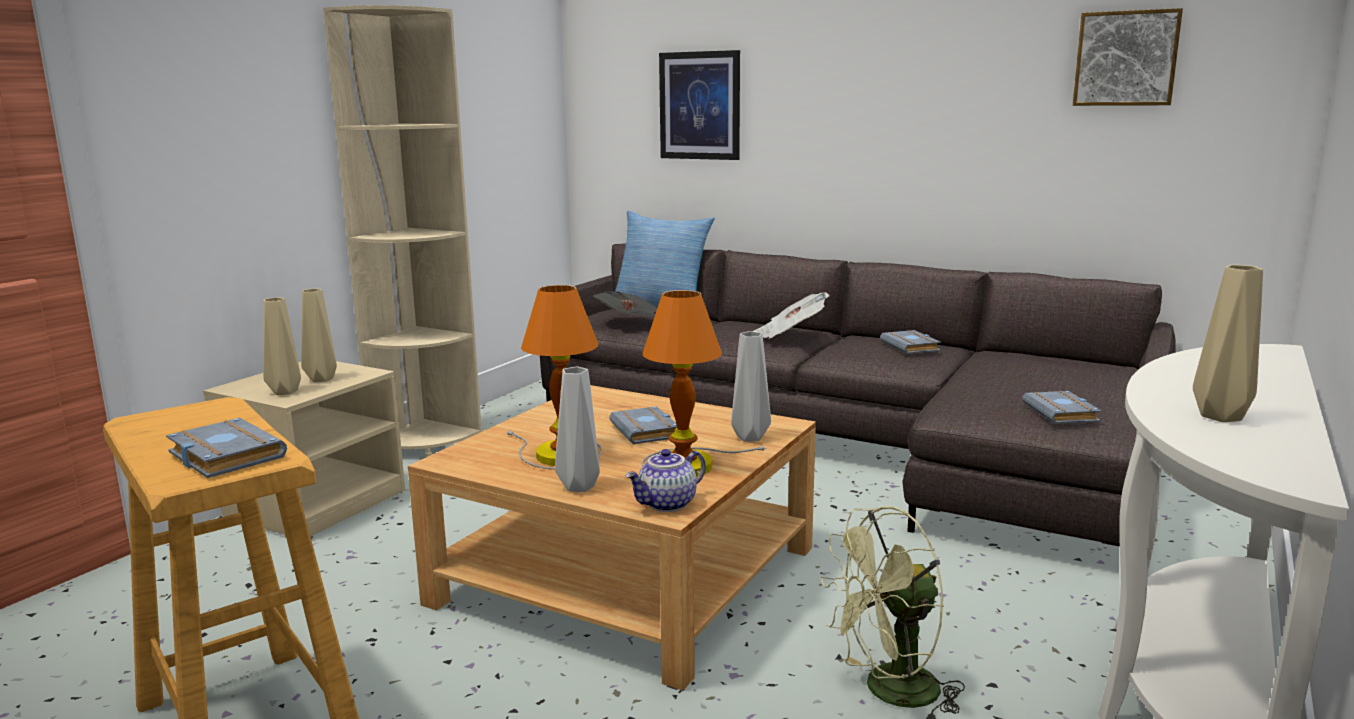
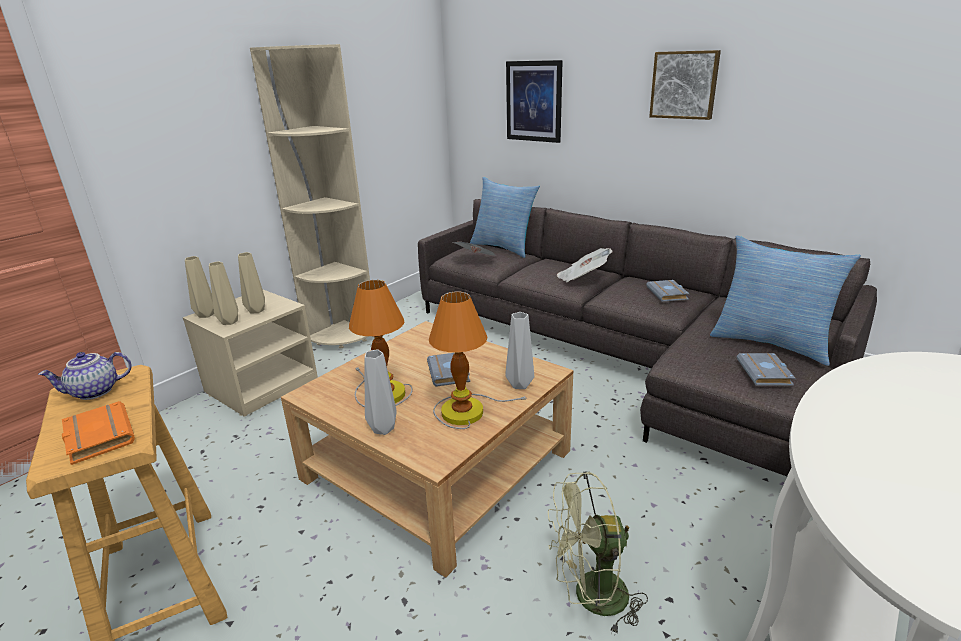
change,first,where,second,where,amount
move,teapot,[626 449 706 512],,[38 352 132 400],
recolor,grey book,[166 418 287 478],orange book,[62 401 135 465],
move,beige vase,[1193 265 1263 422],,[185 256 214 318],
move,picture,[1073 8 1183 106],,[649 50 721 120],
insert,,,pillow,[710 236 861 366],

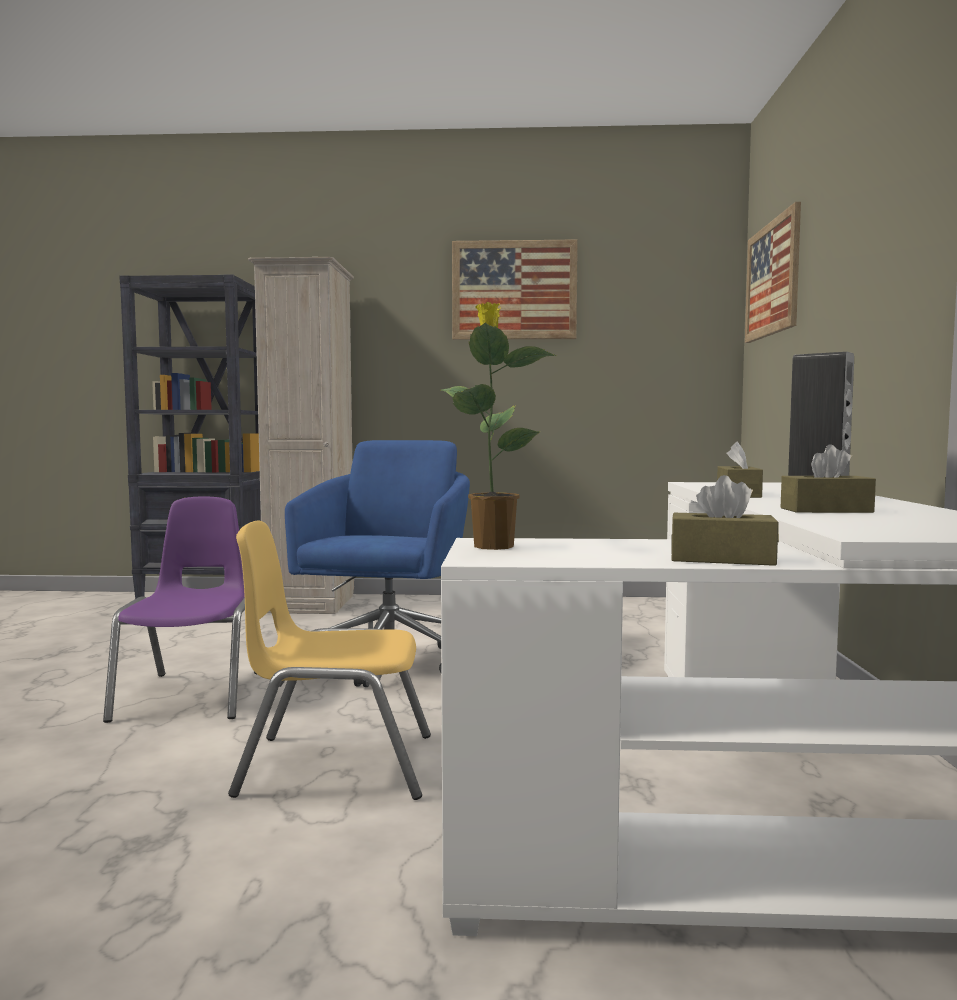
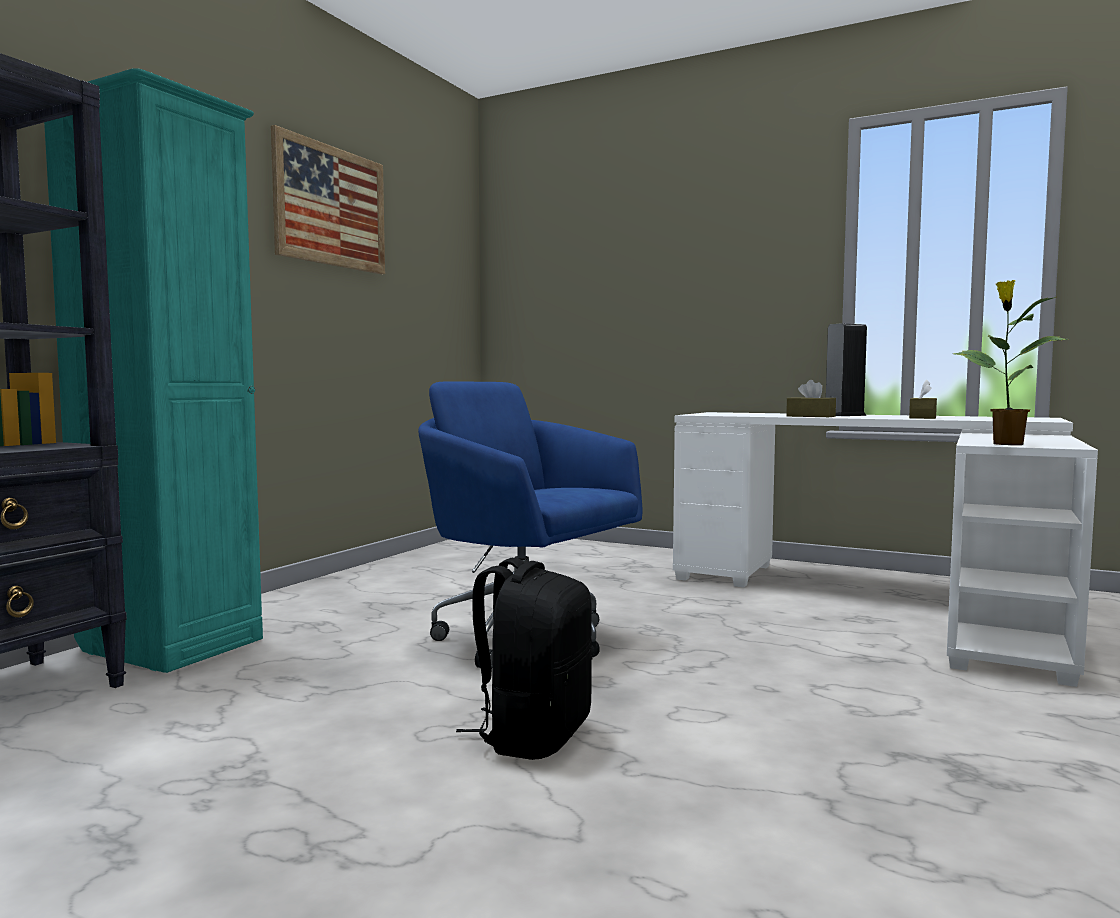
change,first,where,second,where,amount
recolor,beige cabinet,[248 257 354 614],turquoise cabinet,[44 68 263 673],
replace,purple chair,[103 497 256 723],black backpack,[456 558 593 760],
delete,yellow chair,[228 521 431 800],,,
delete,brown tissue box,[671 475 779 566],,,
delete,picture,[745 202 801 343],,,

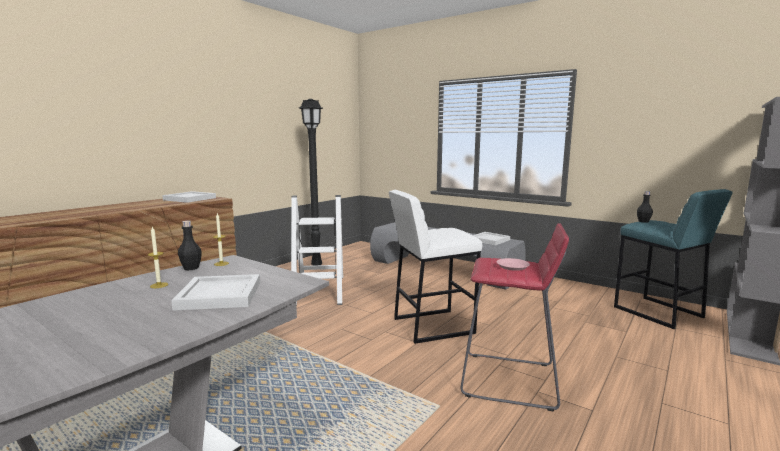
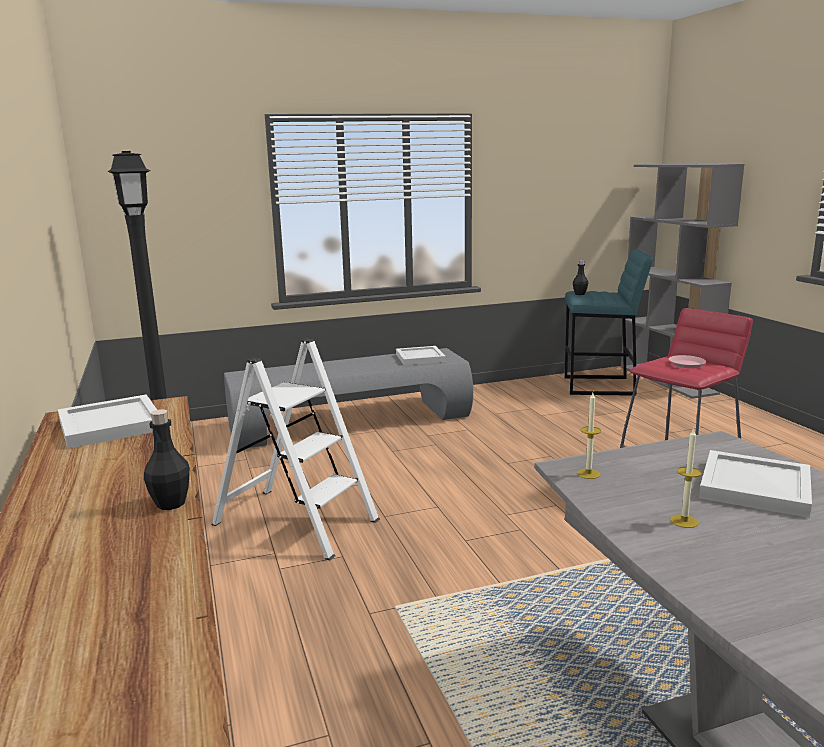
change,first,where,second,where,amount
move,black bottle,[178 221 202 270],,[144 410 190 510],
delete,white stool,[389 190 482 344],,,

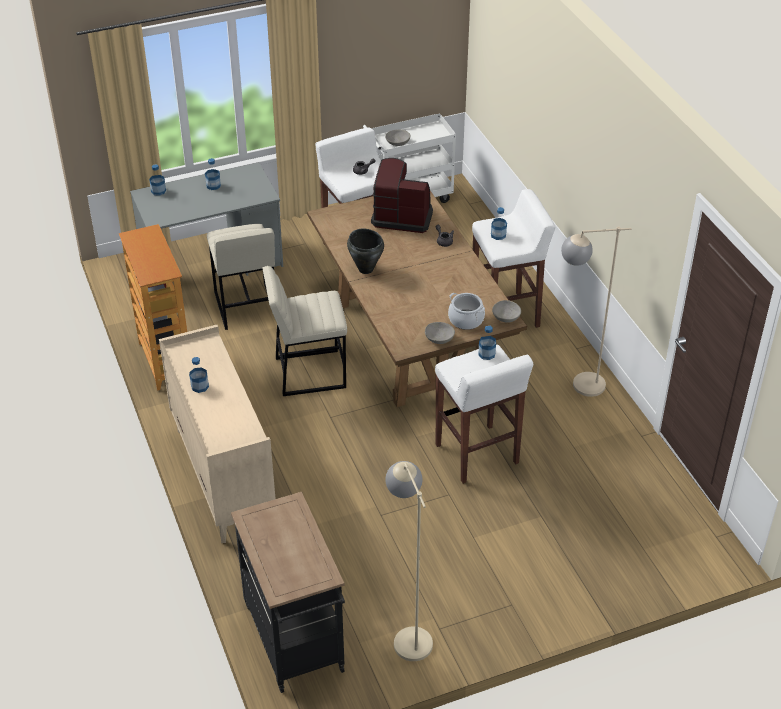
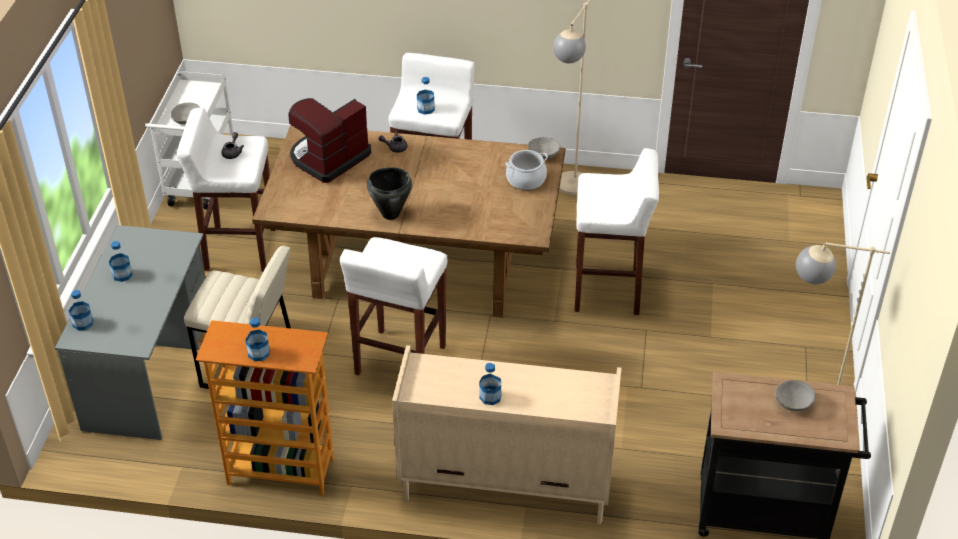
change,first,where,second,where,amount
move,bottle,[478 326 496 360],,[245 318 270 361],
replace,beige chair,[262 266 347 396],white stool,[340 237 447 375],
move,grey bowl,[425 322 455 344],,[775 380 816 411],

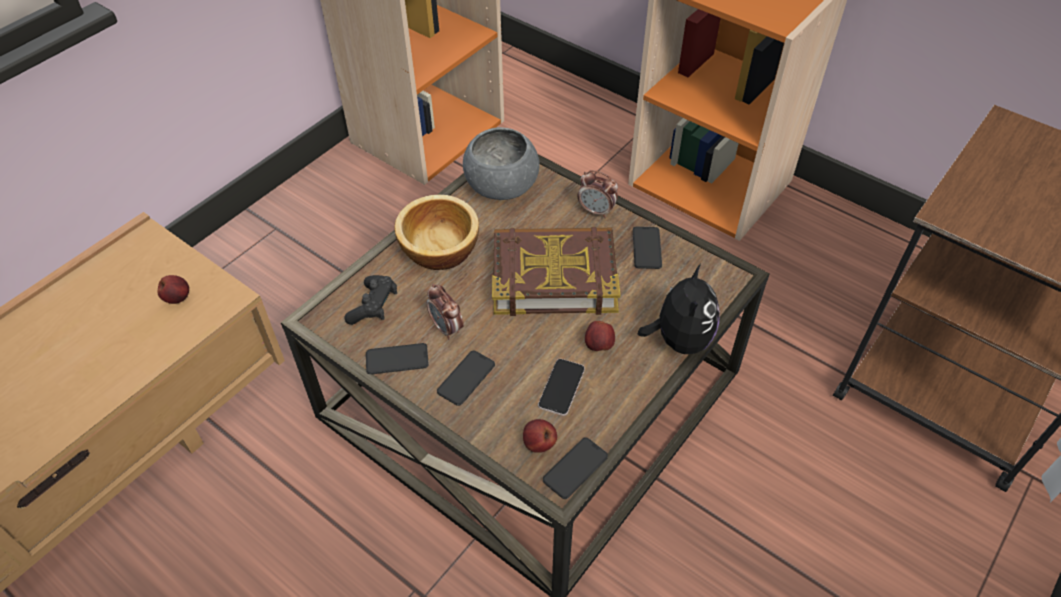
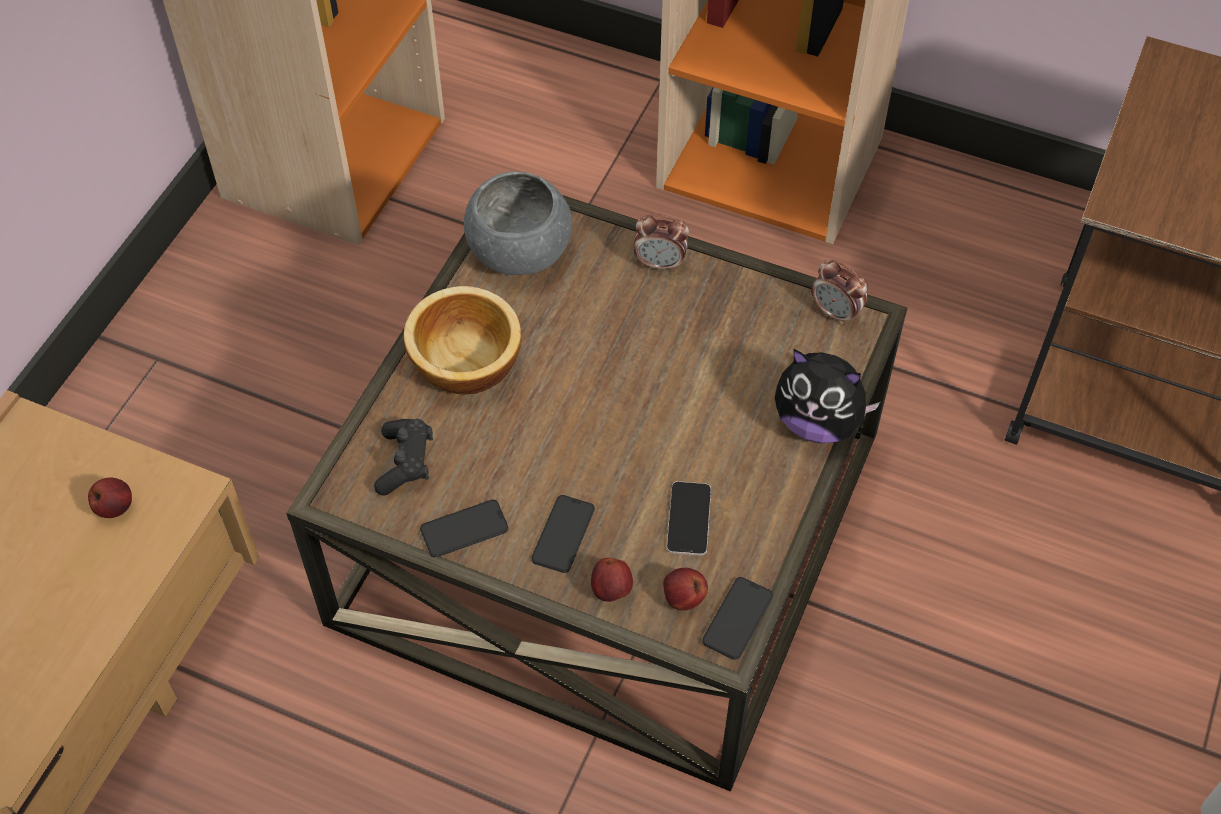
change,first,where,second,where,amount
move,apple,[585 321 615 351],,[591 558 633 602],
rotate,plush toy,[638 263 720 354],,[775 349 880 443],120 degrees clockwise
move,alarm clock,[426 284 464 339],,[811 260 868 326],
delete,book,[492 227 620 316],,,
delete,phone,[633 227 662 269],,,

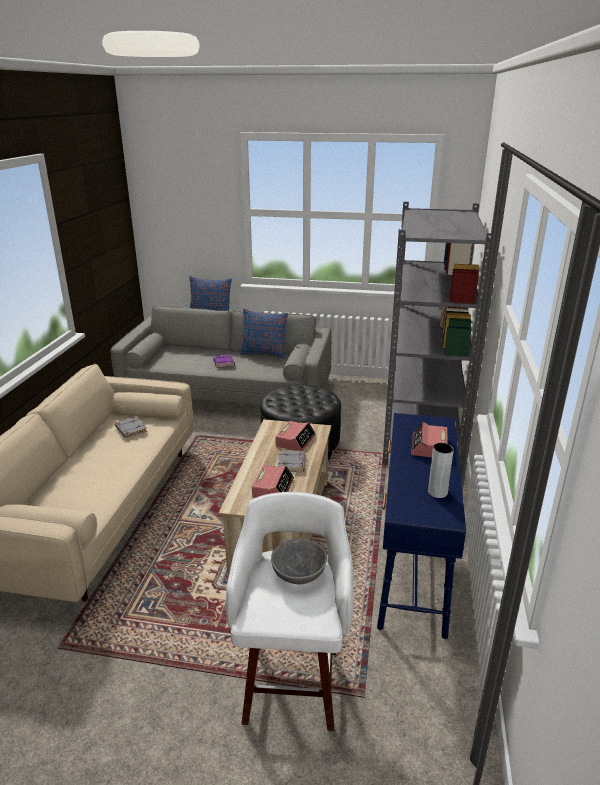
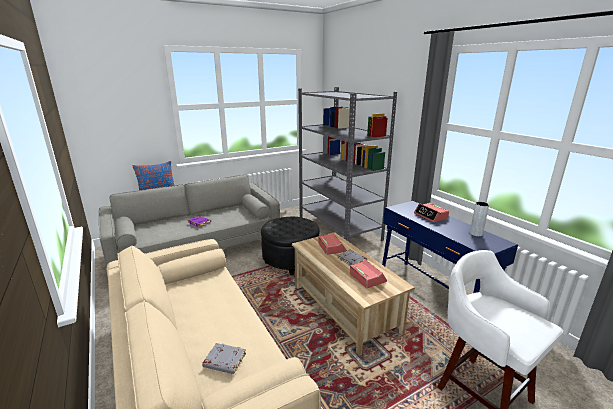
change,first,where,second,where,amount
move,grey book,[115 417 147 438],,[202 343 246 374],
delete,blue pillow,[240 309 288 359],,,
delete,grey bowl,[271 538 327 584],,,

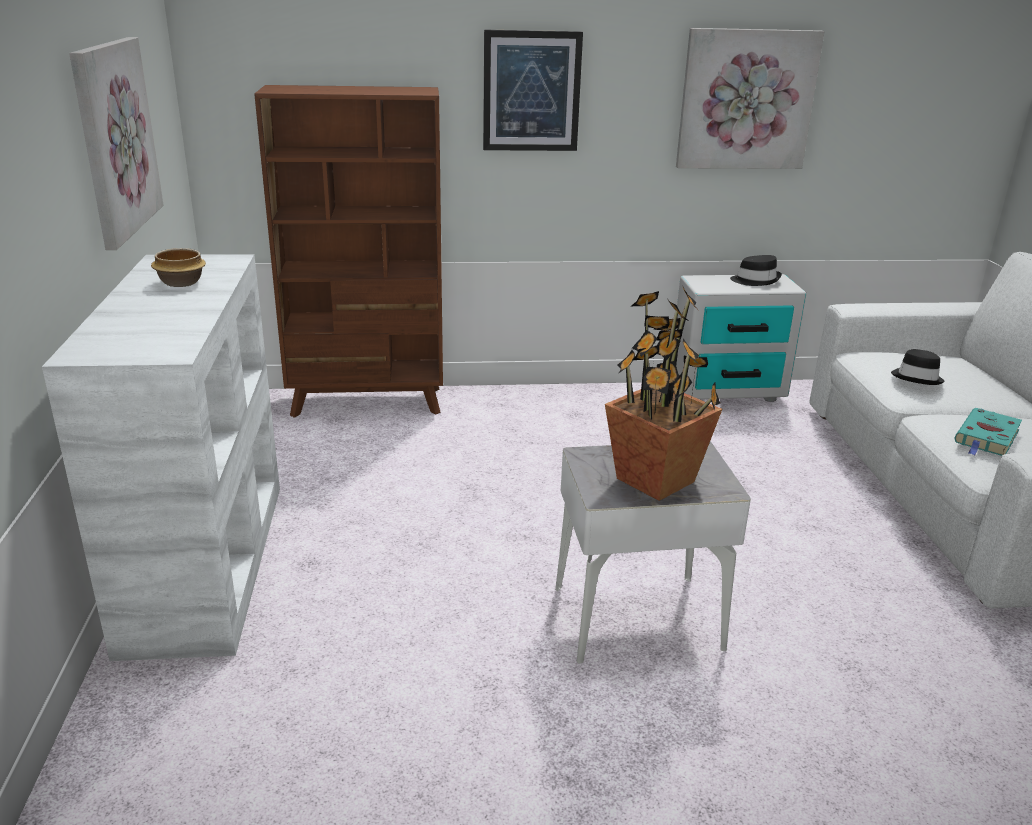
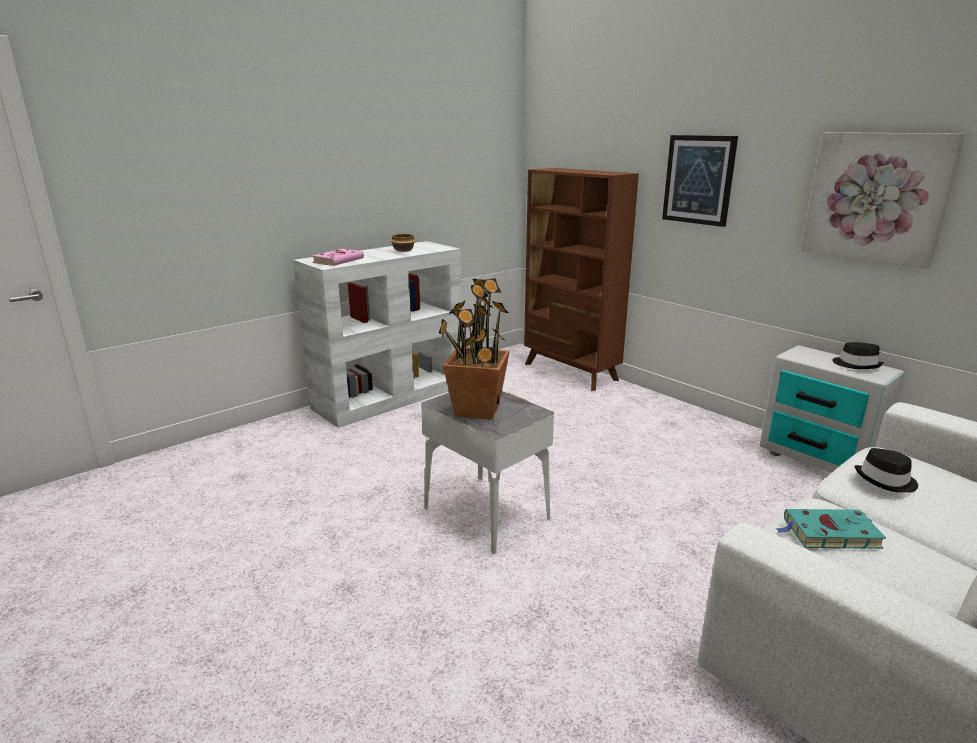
change,first,where,second,where,amount
insert,,,pink book,[312 249 364 266],
delete,picture,[69 37 163 250],,,

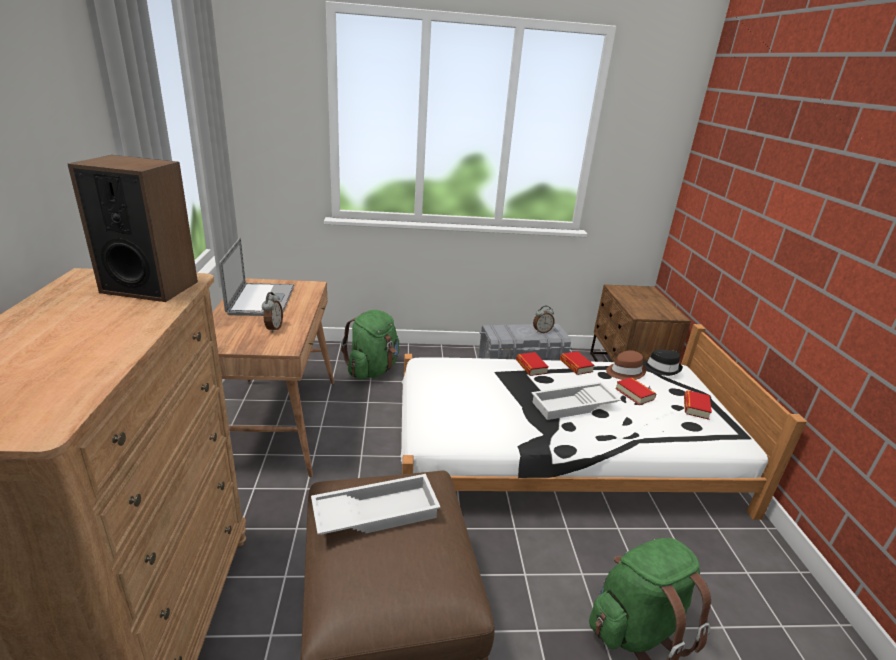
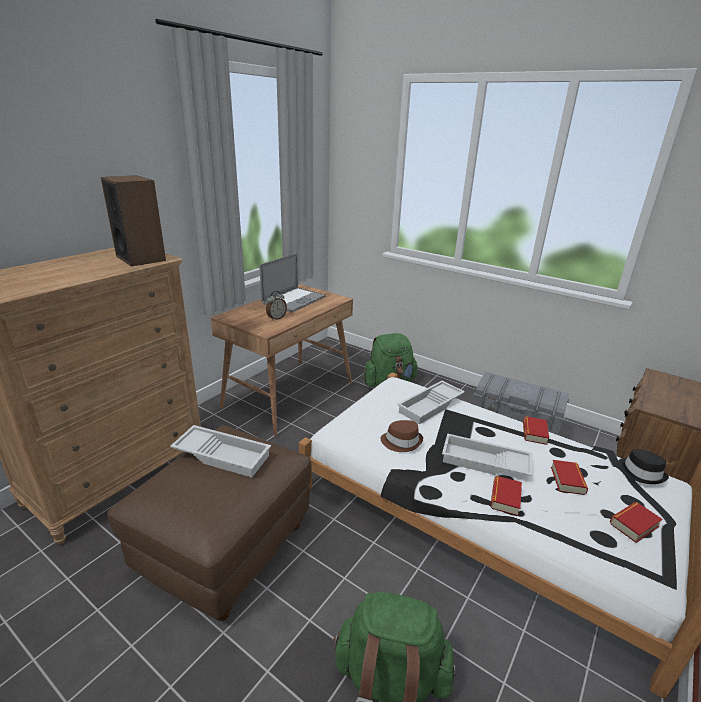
change,first,where,second,where,amount
move,brown hat,[606 350 646 380],,[380 420 423 452],
insert,,,white tray,[397 381 465 424],
move,book,[516 352 549 376],,[490 476 522 516],
delete,alarm clock,[533 305 555 333],,,

